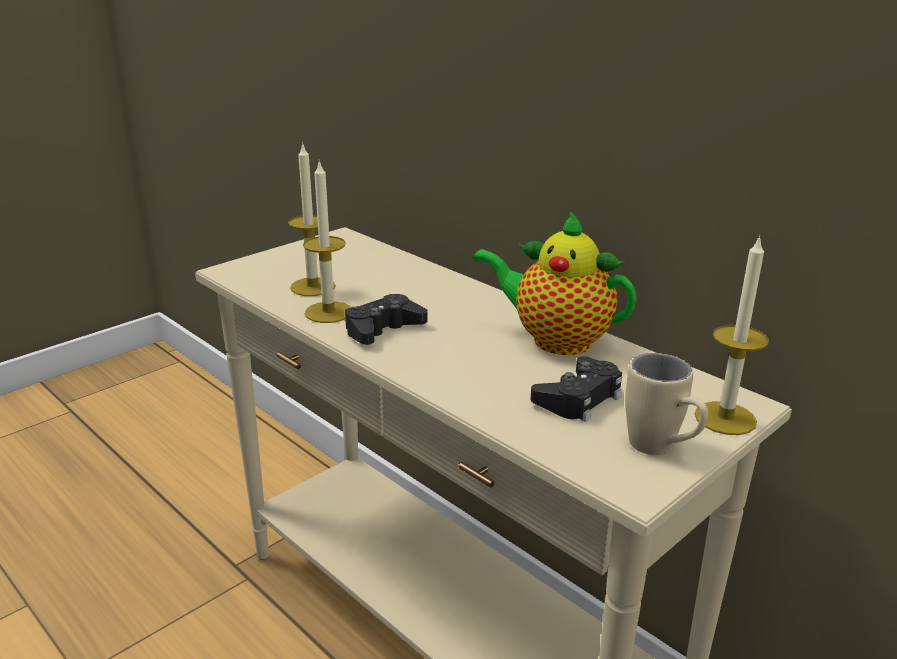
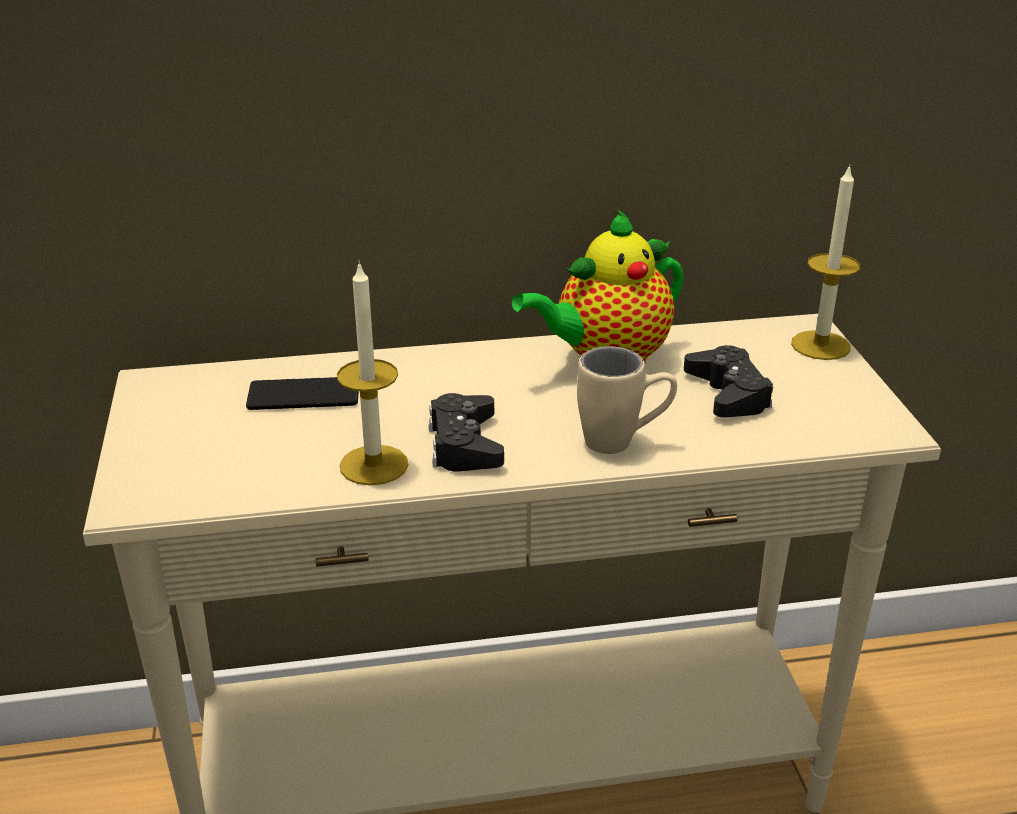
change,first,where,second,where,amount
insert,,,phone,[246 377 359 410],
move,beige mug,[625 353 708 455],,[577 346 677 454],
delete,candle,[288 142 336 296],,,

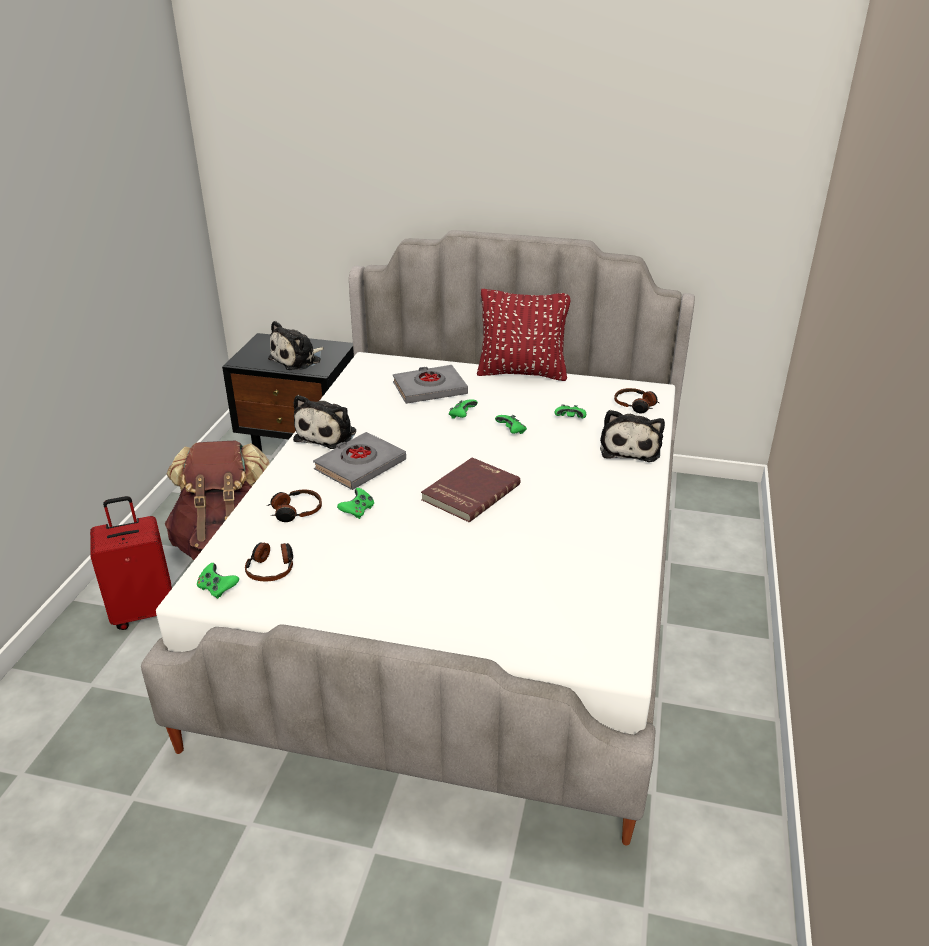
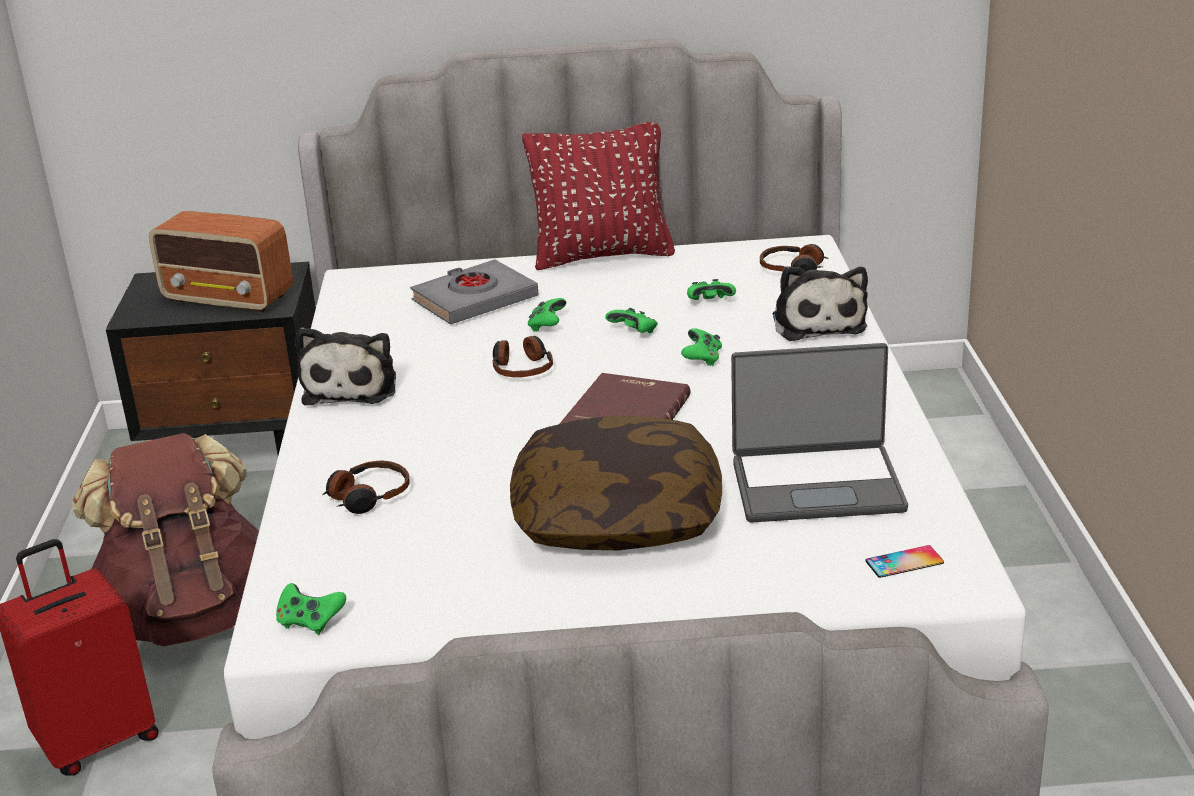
change,first,where,second,where,amount
replace,plush toy,[268 321 324 370],radio,[149 211 293 312],
move,headphones,[245 542 293 581],,[493 336 553 377],
insert,,,pillow,[510 415 722 550],
move,green game controller,[337 488 374 519],,[681 328 722 366],
insert,,,laptop,[731 343 908 523],
insert,,,phone,[866 545 944 578],
delete,grey book,[313 432 406 490],,,

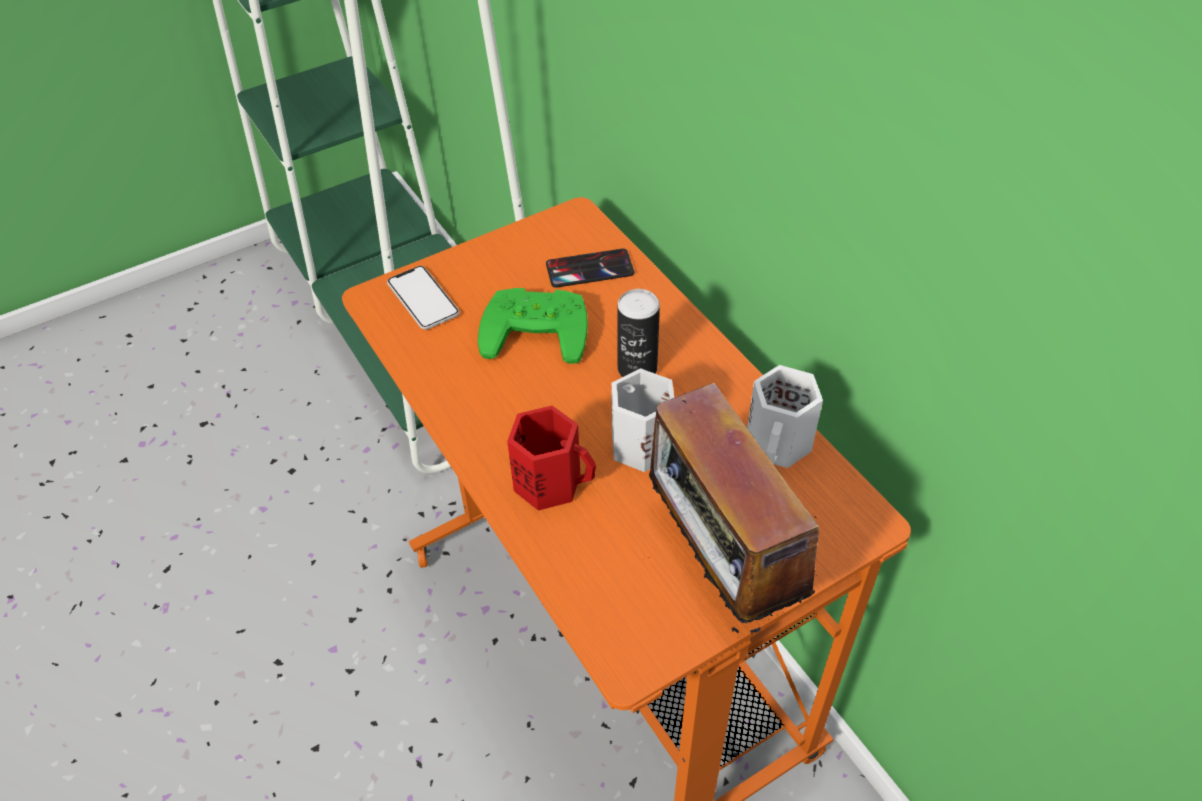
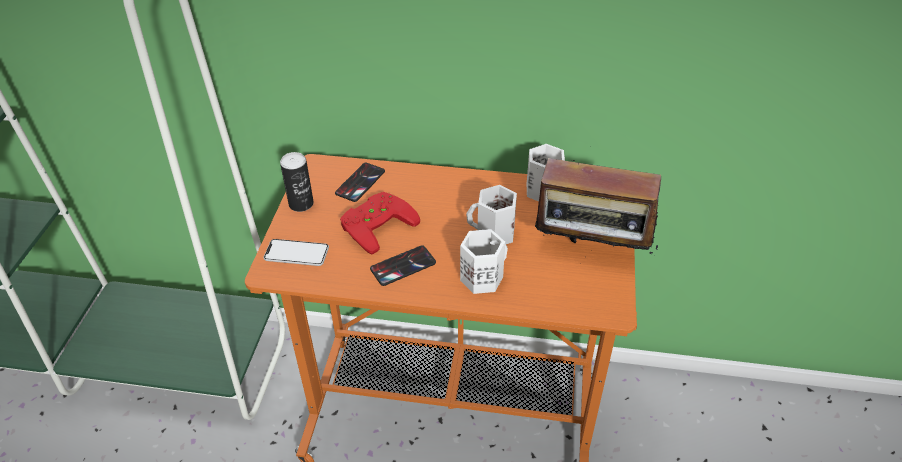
change,first,where,second,where,amount
move,can,[617 289 660 377],,[280 152 314 212],
recolor,green game controller,[478 288 588 364],red game controller,[340 192 420 255],
insert,,,phone,[370 245 436 286],
recolor,red mug,[507 406 596 511],white mug,[460 229 508 294],

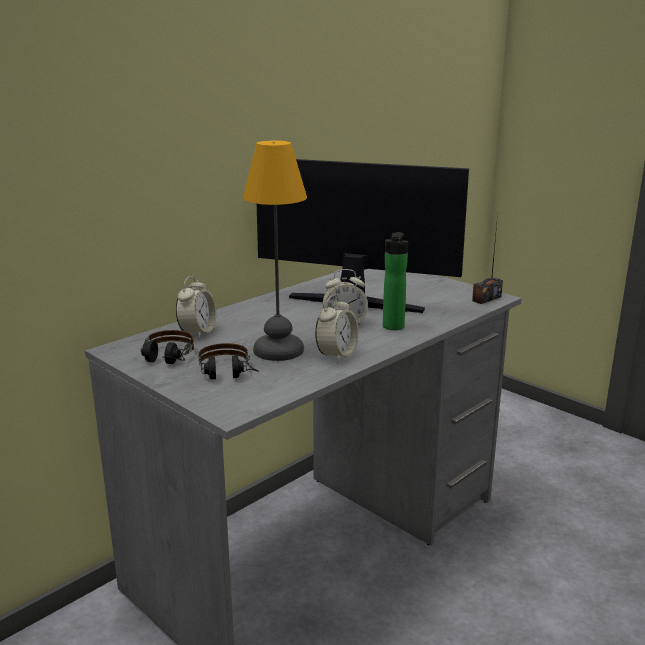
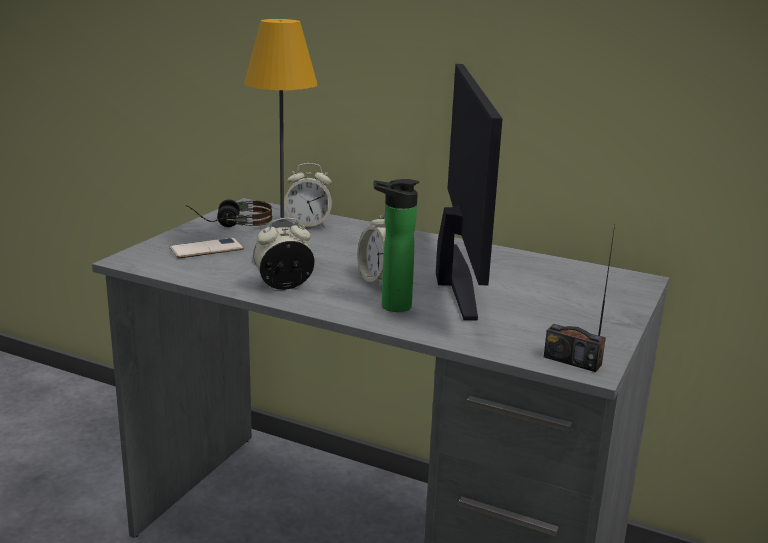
change,first,where,second,where,amount
replace,headphones,[198 343 259 379],phone,[169 238 244 258],
rotate,alarm clock,[315 294 359 363],,[253 218 315 290],150 degrees clockwise

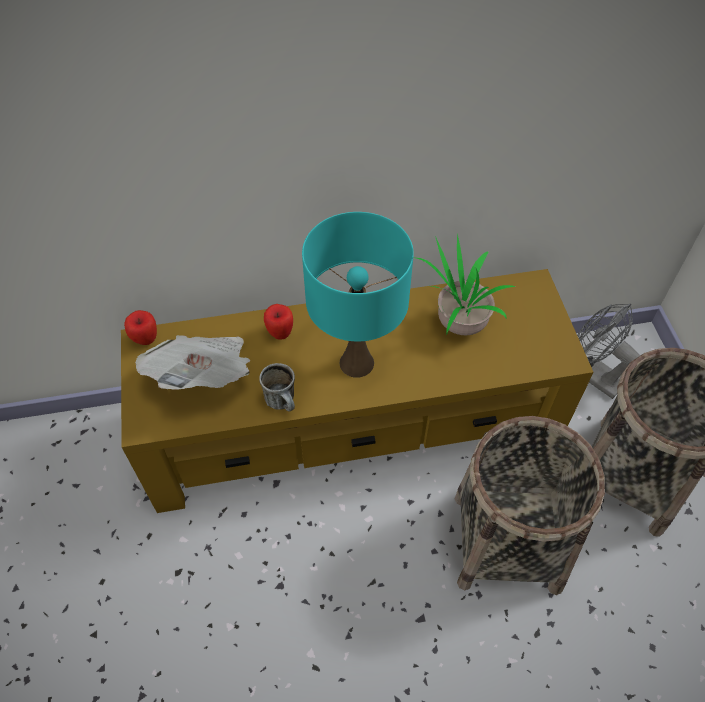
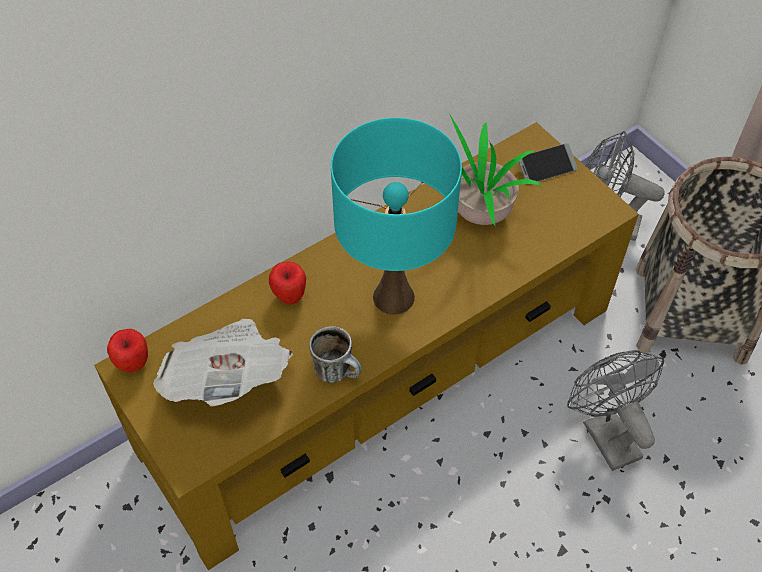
change,first,where,second,where,amount
insert,,,phone,[519 143 578 182],
replace,basket,[455 416 605 595],grey fan,[567 350 664 471],

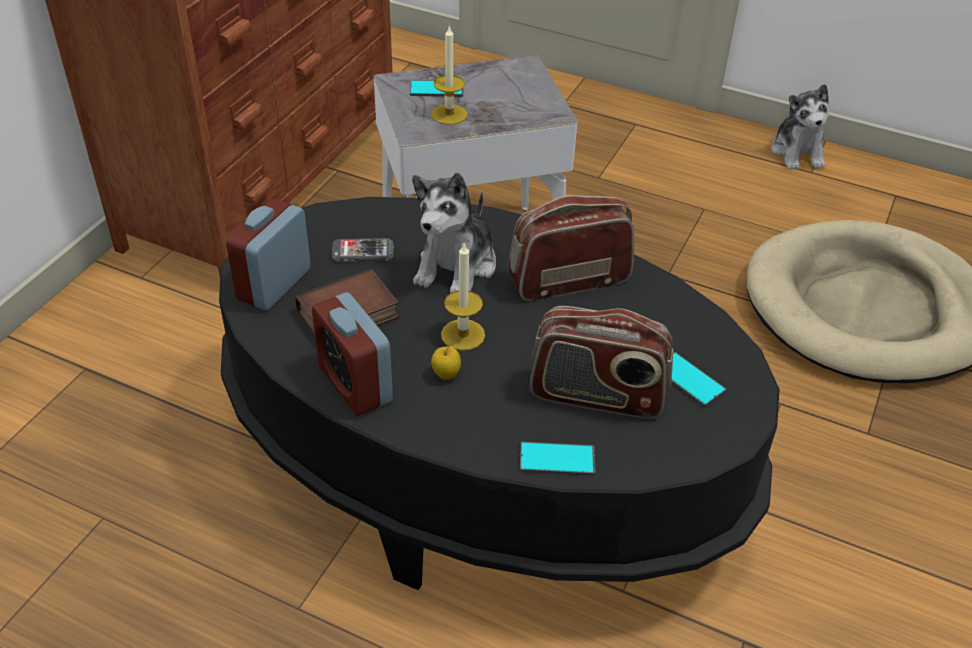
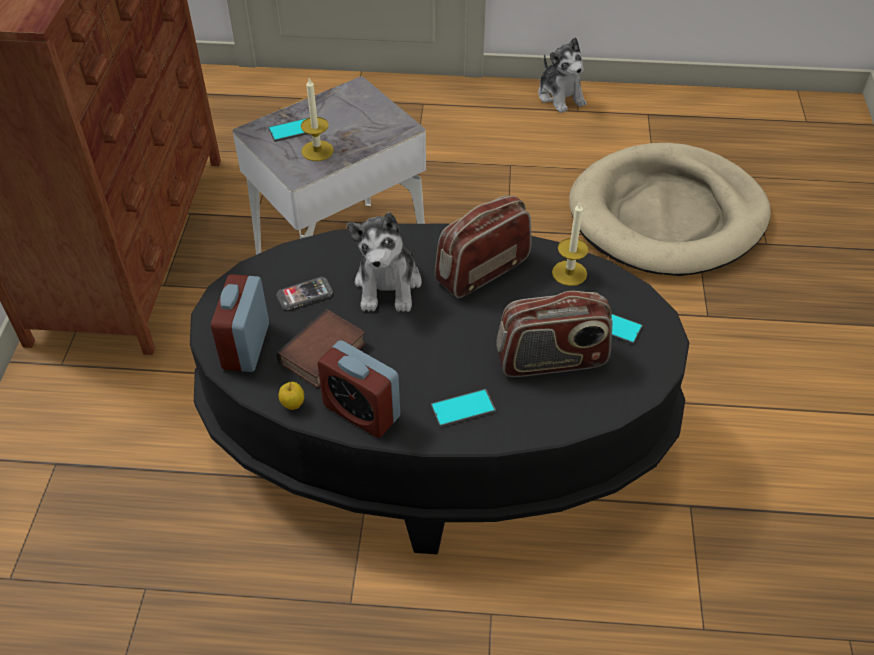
change,first,where,second,where,amount
move,apple,[431 345 461 380],,[279 382 304 410],
move,phone,[520 442 595 476],,[431 389 496 427],
move,candle,[441 243 485 351],,[552 203 589 286],

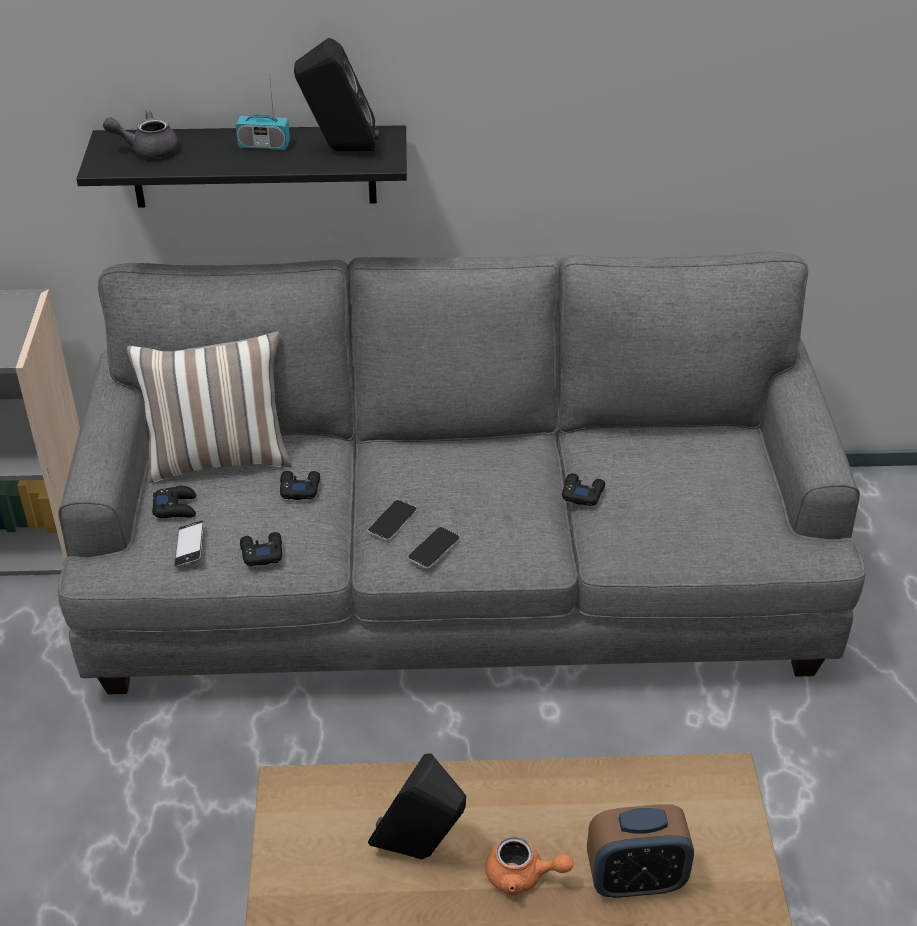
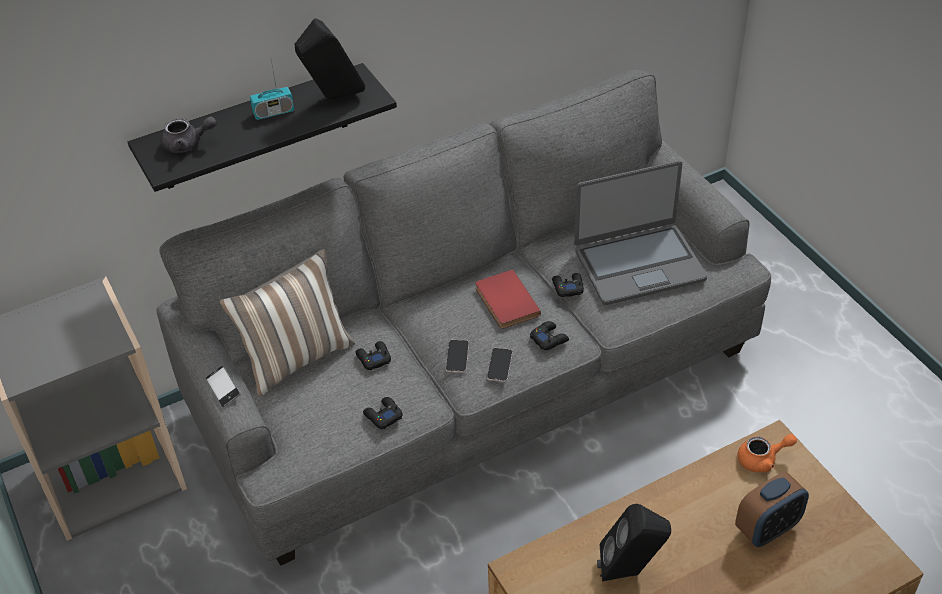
change,first,where,second,where,amount
rotate,grey teapot,[103 110 179 158],,[161 116 217 153],150 degrees counterclockwise
move,phone,[174 521 204 567],,[206 366 240 407],
insert,,,red book,[476 269 541 329],
move,black game controller,[152 486 196 518],,[530 321 569 350],
insert,,,laptop,[574 161 707 305],
move,orange teapot,[485 836 574 895],,[738 434 797 472],

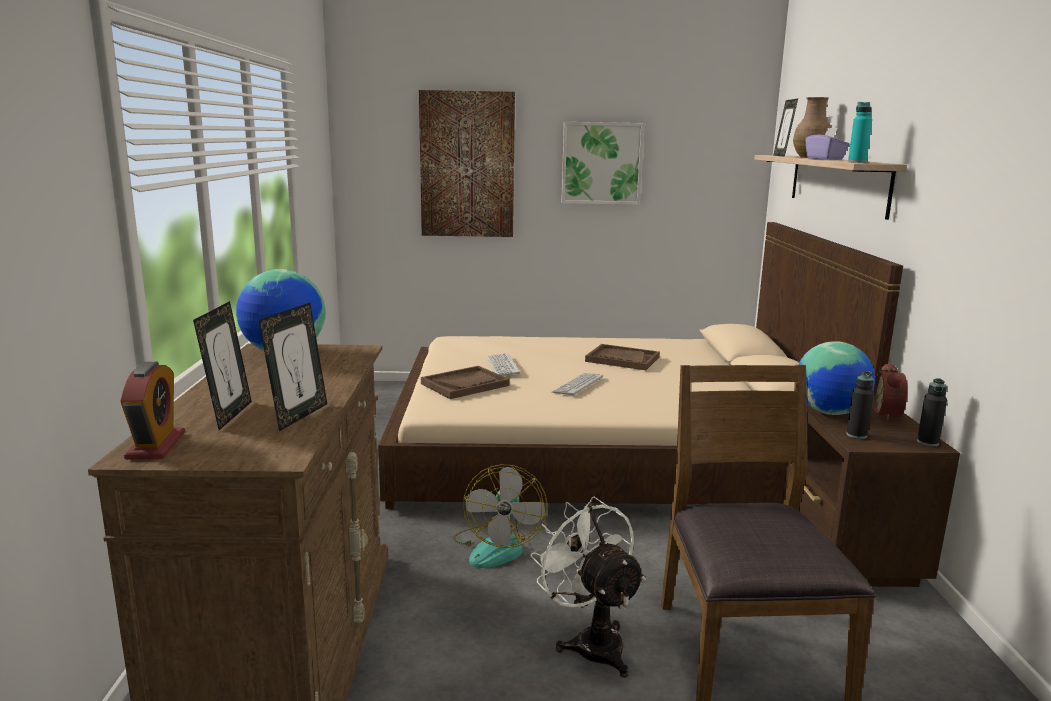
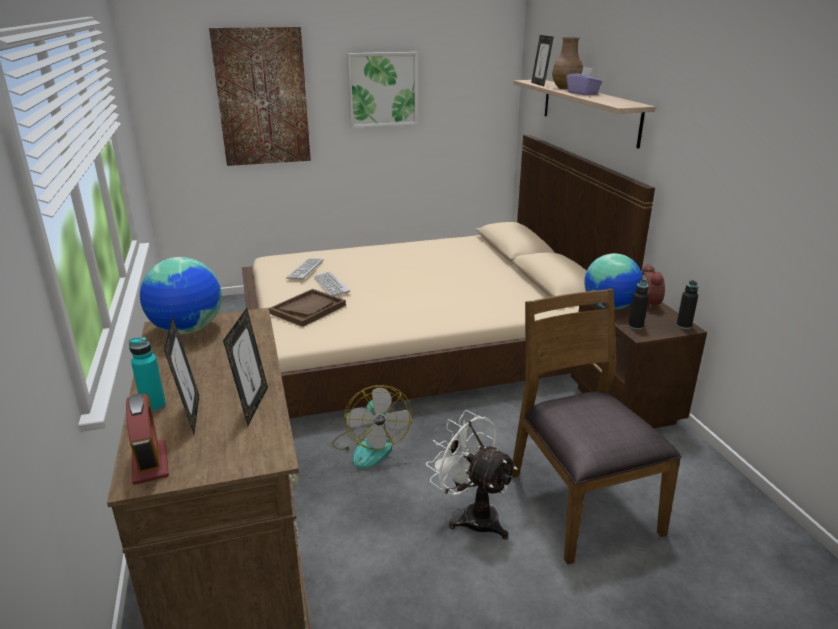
change,first,where,second,where,amount
move,turquoise bottle,[848 102 872 163],,[129 337 166 413],
move,keyboard,[551 373 603 396],,[286 259 324 279],
delete,brown tray,[585 344 660 370],,,

